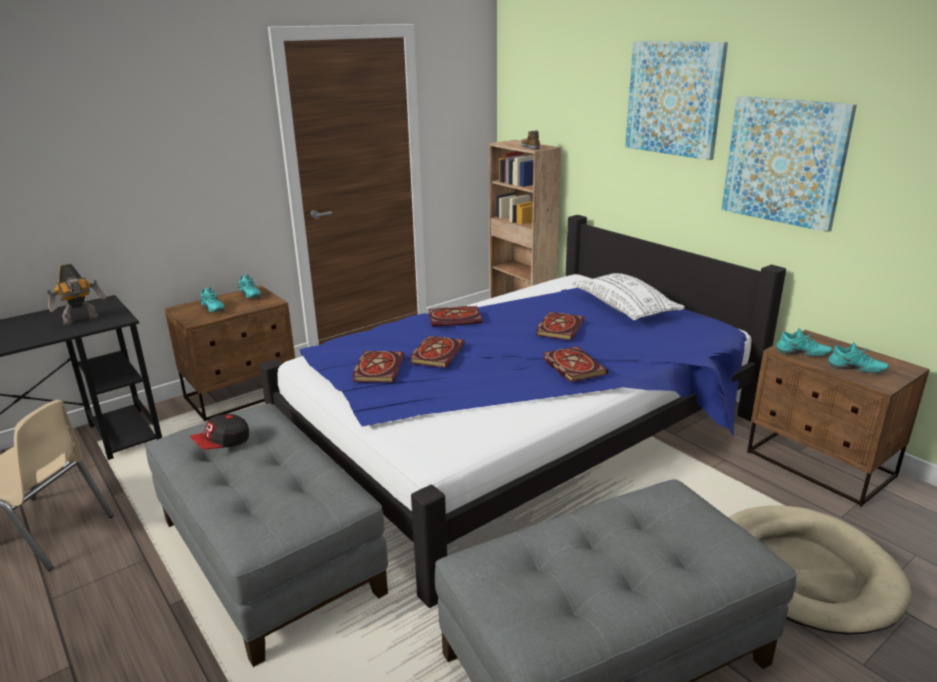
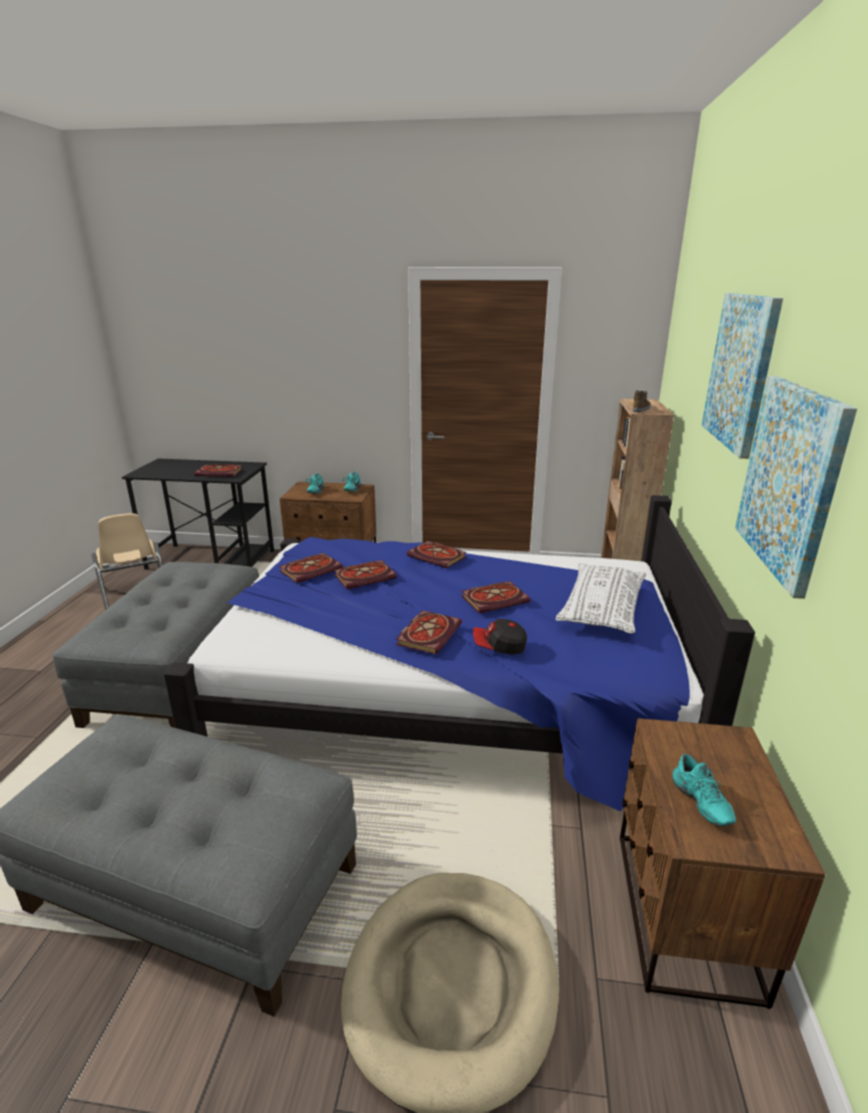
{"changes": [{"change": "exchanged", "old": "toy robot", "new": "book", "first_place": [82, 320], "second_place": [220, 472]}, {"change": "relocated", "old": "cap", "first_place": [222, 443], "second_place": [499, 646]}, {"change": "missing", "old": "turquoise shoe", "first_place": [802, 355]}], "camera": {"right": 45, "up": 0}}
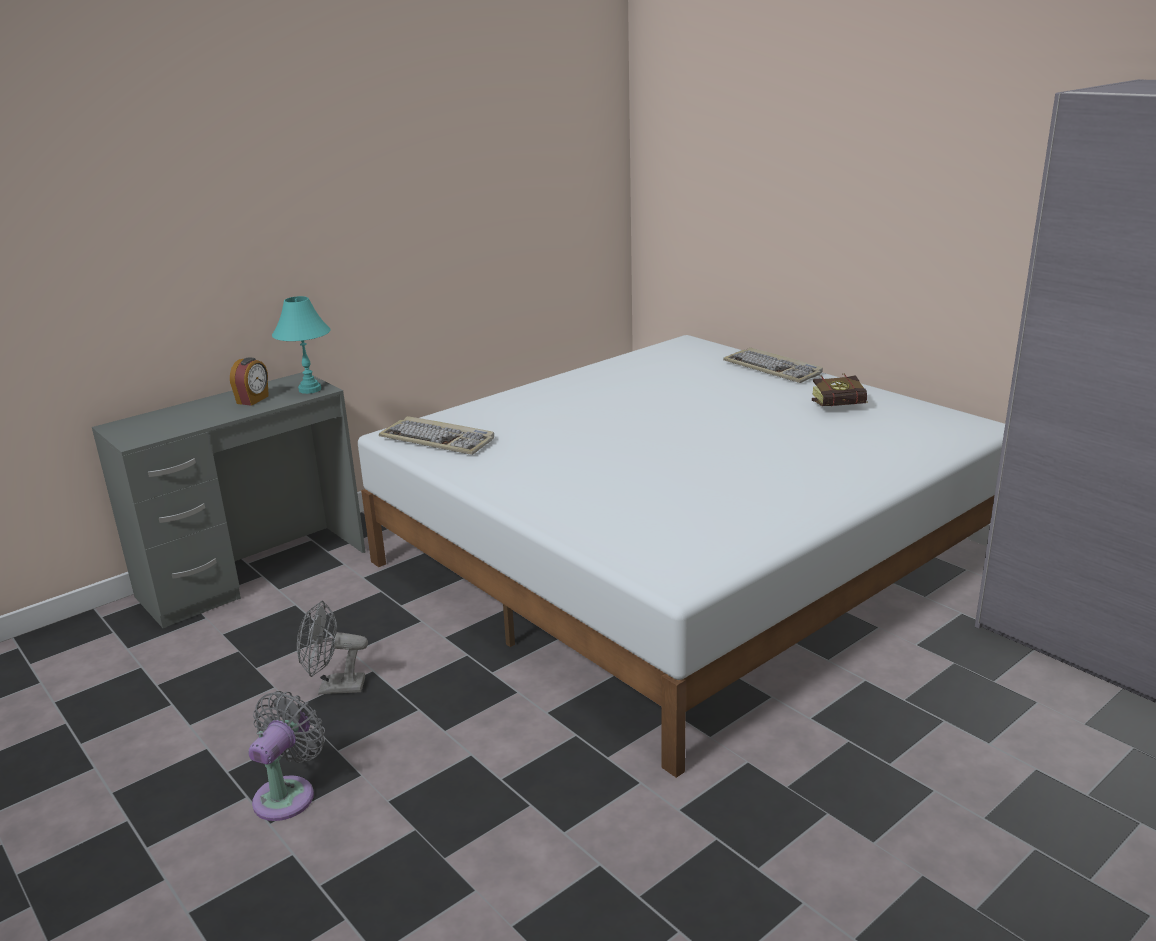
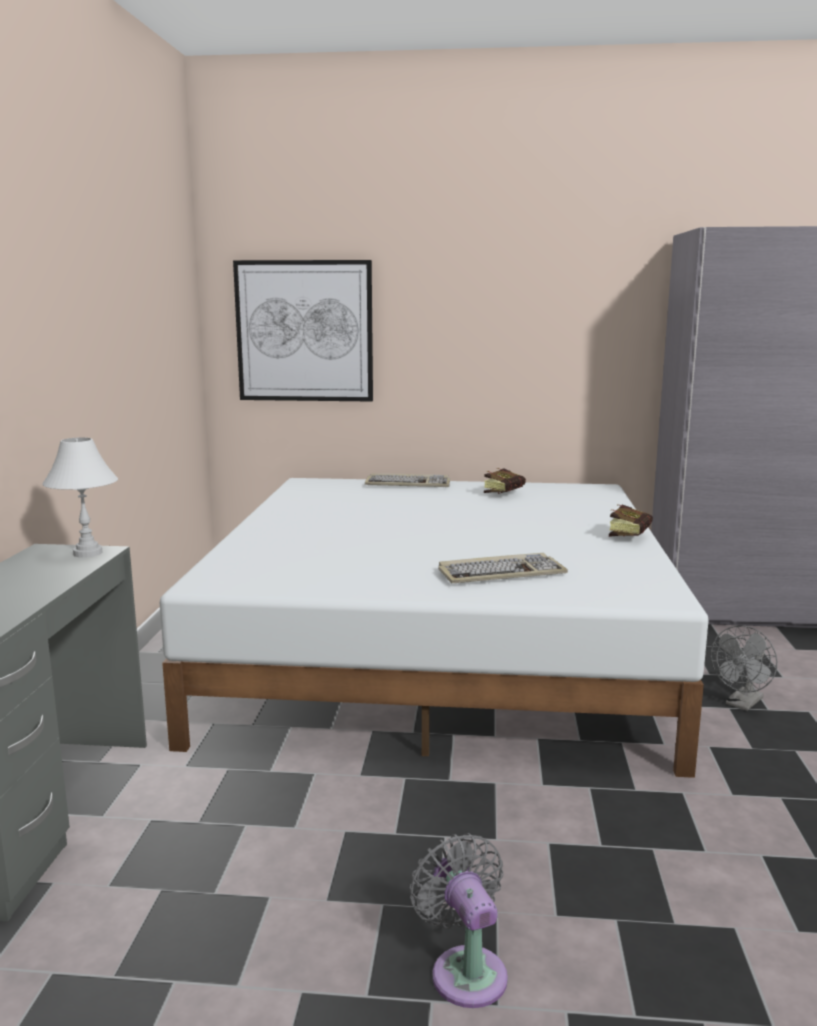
{"changes": [{"change": "colour", "old": "turquoise table lamp", "new": "white table lamp", "first_place": [309, 389], "second_place": [87, 553]}, {"change": "appeared", "new": "picture", "second_place": [304, 331]}, {"change": "relocated", "old": "keyboard", "first_place": [439, 440], "second_place": [501, 573]}, {"change": "appeared", "new": "book", "second_place": [630, 536]}, {"change": "relocated", "old": "grey fan", "first_place": [334, 687], "second_place": [742, 704]}, {"change": "missing", "old": "alarm clock", "first_place": [253, 400]}], "camera": {"right": -45, "up": -10}}
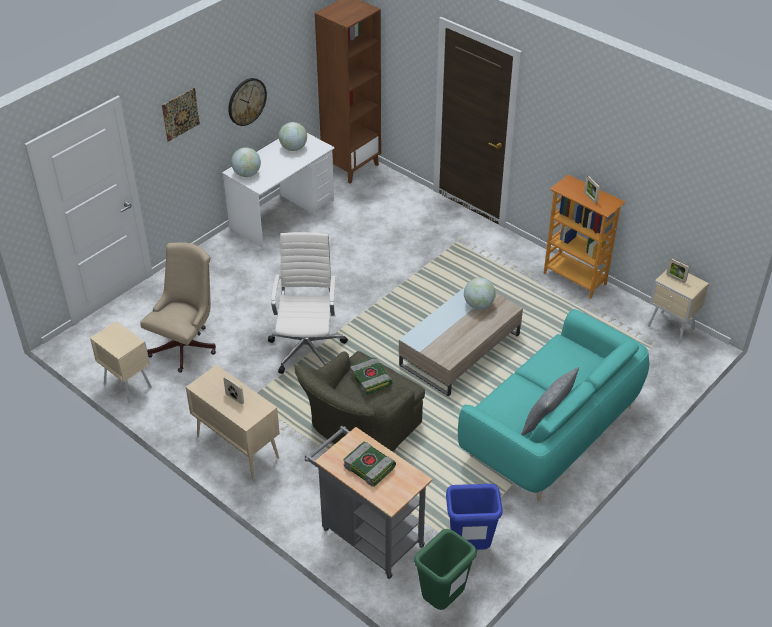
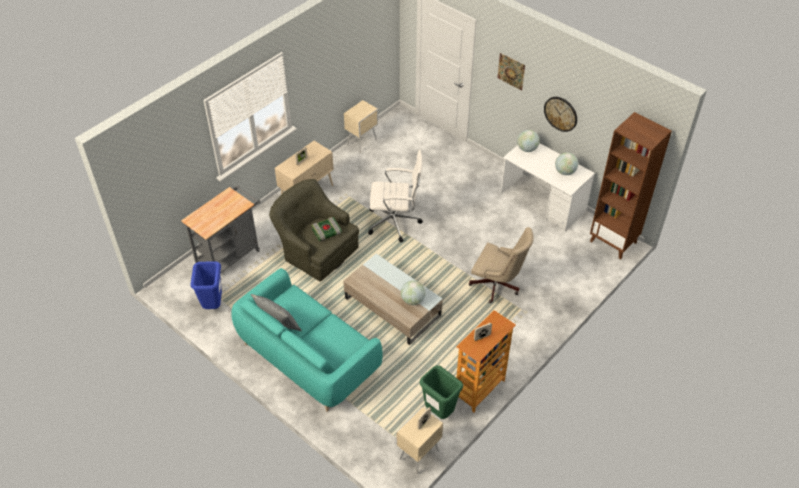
{"changes": [{"change": "relocated", "old": "green trash can", "first_place": [442, 600], "second_place": [439, 412]}, {"change": "relocated", "old": "beige office chair", "first_place": [186, 345], "second_place": [497, 286]}, {"change": "missing", "old": "book", "first_place": [370, 467]}], "camera": {"right": 90, "up": 5}}
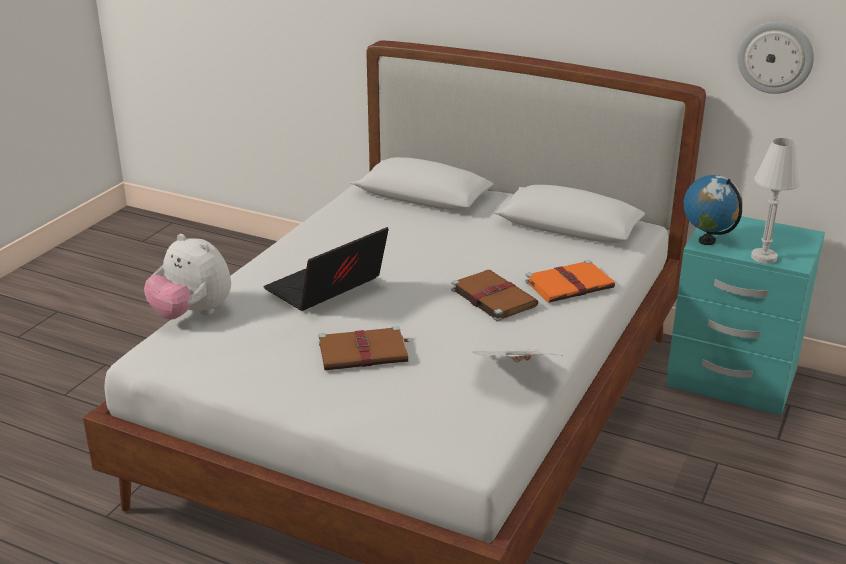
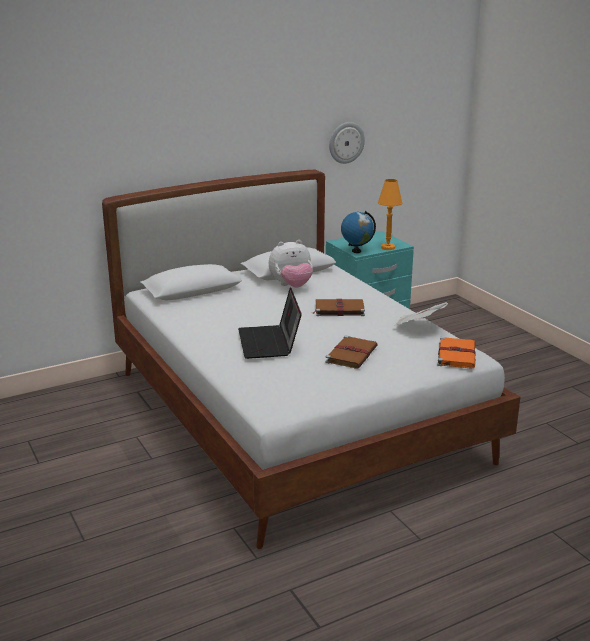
{"changes": [{"change": "relocated", "old": "plush toy", "first_place": [192, 314], "second_place": [291, 286]}, {"change": "colour", "old": "white table lamp", "new": "orange table lamp", "first_place": [763, 257], "second_place": [387, 247]}, {"change": "relocated", "old": "orange book", "first_place": [570, 285], "second_place": [456, 354]}], "camera": {"right": -55, "up": -5}}
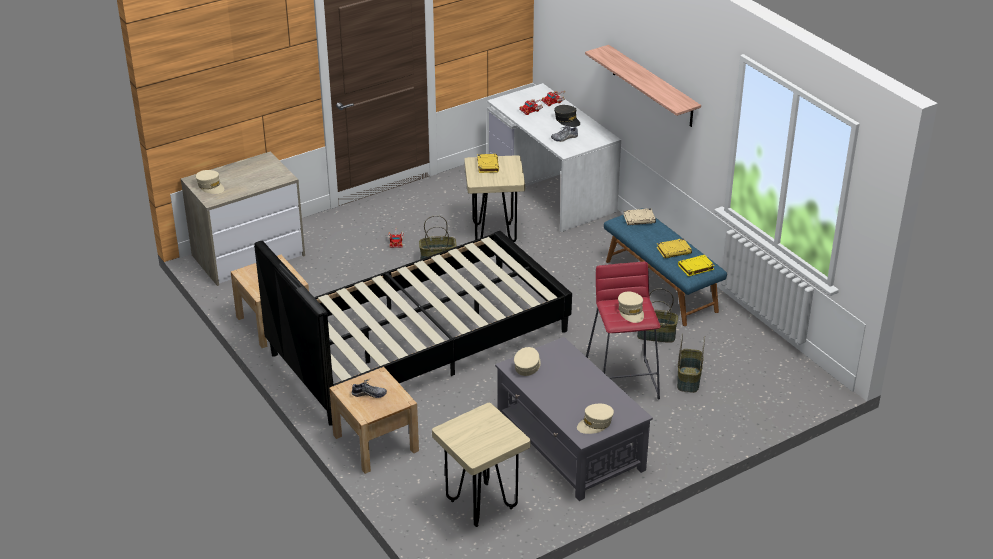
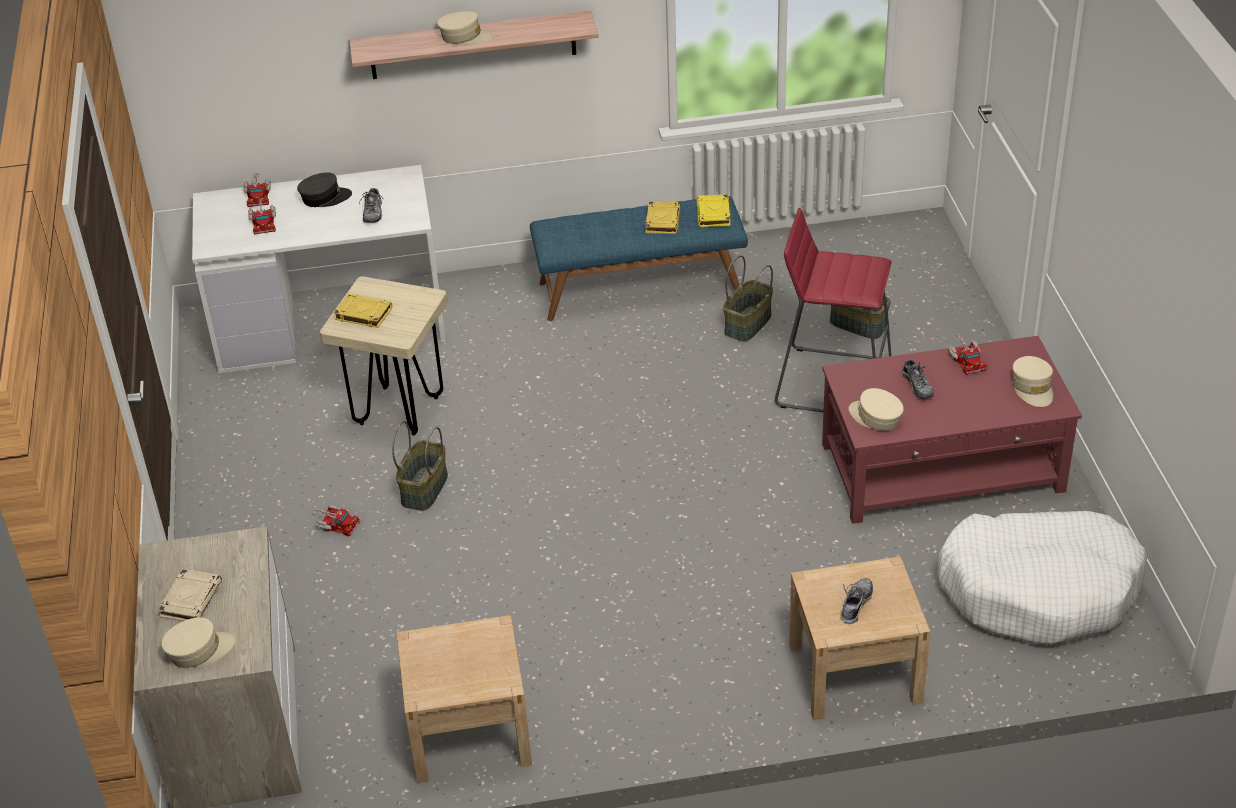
{"changes": [{"change": "relocated", "old": "beige book", "first_place": [639, 219], "second_place": [191, 599]}, {"change": "relocated", "old": "beige cap", "first_place": [631, 311], "second_place": [465, 37]}, {"change": "colour", "old": "grey coffee table", "new": "red coffee table", "first_place": [570, 443], "second_place": [943, 467]}, {"change": "appeared", "new": "shoe", "second_place": [917, 386]}, {"change": "exchanged", "old": "beige stool", "new": "white dog bed", "first_place": [481, 504], "second_place": [1039, 590]}, {"change": "appeared", "new": "toy truck", "second_place": [966, 359]}, {"change": "missing", "old": "black bed", "first_place": [419, 343]}], "camera": {"right": -65, "up": 5}}
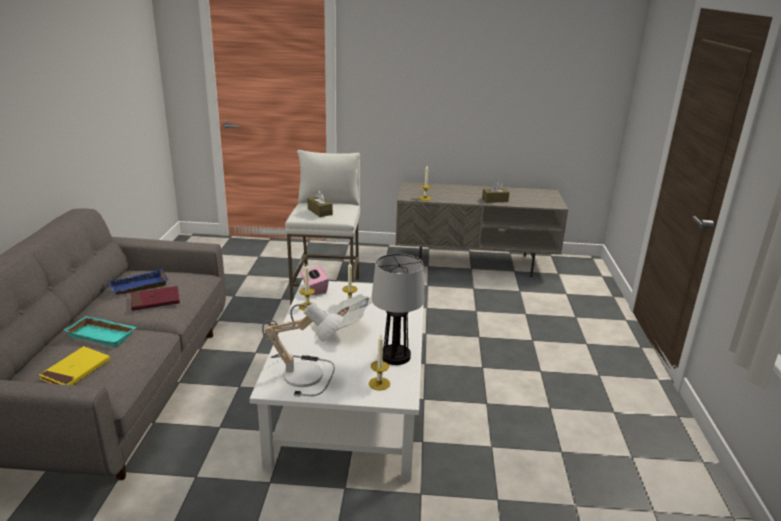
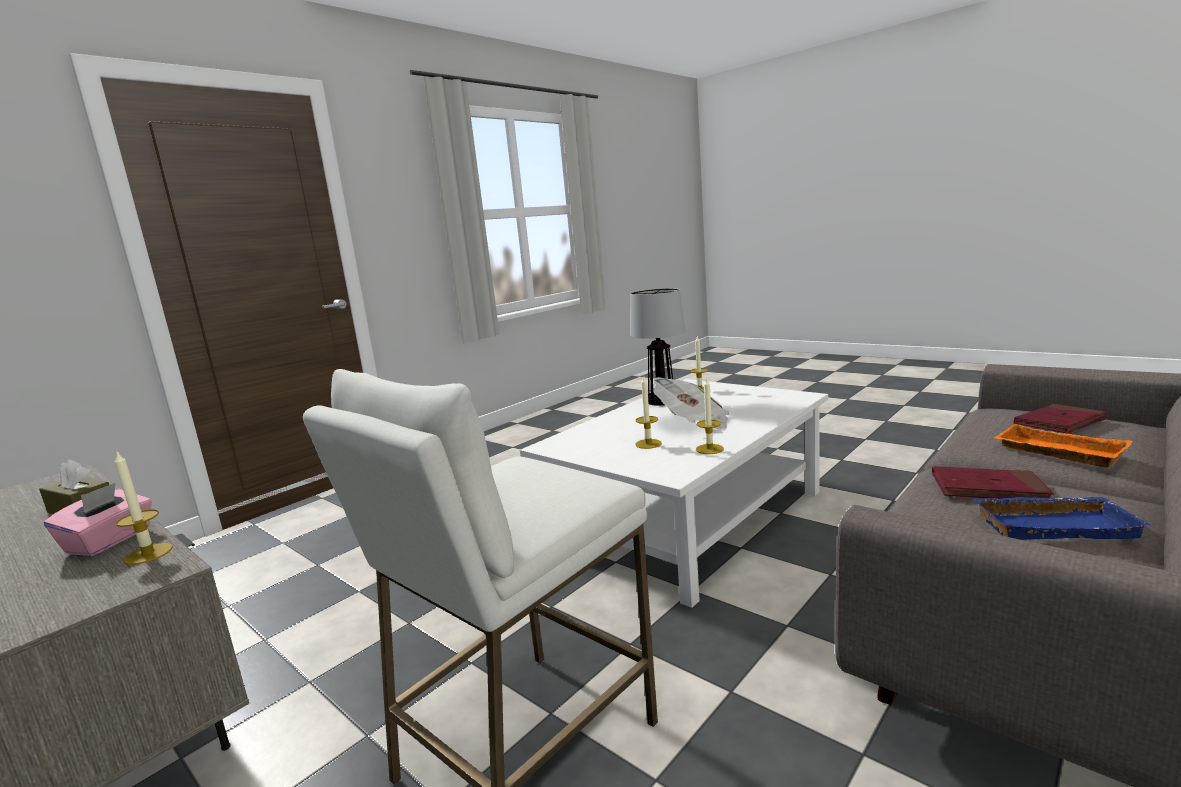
{"changes": [{"change": "relocated", "old": "pink tissue box", "first_place": [314, 289], "second_place": [110, 541]}, {"change": "colour", "old": "turquoise tray", "new": "orange tray", "first_place": [103, 335], "second_place": [1056, 452]}, {"change": "colour", "old": "yellow book", "new": "red book", "first_place": [76, 370], "second_place": [1059, 423]}, {"change": "missing", "old": "table lamp", "first_place": [307, 373]}, {"change": "missing", "old": "brown tissue box", "first_place": [320, 212]}], "camera": {"right": -140, "up": -10}}
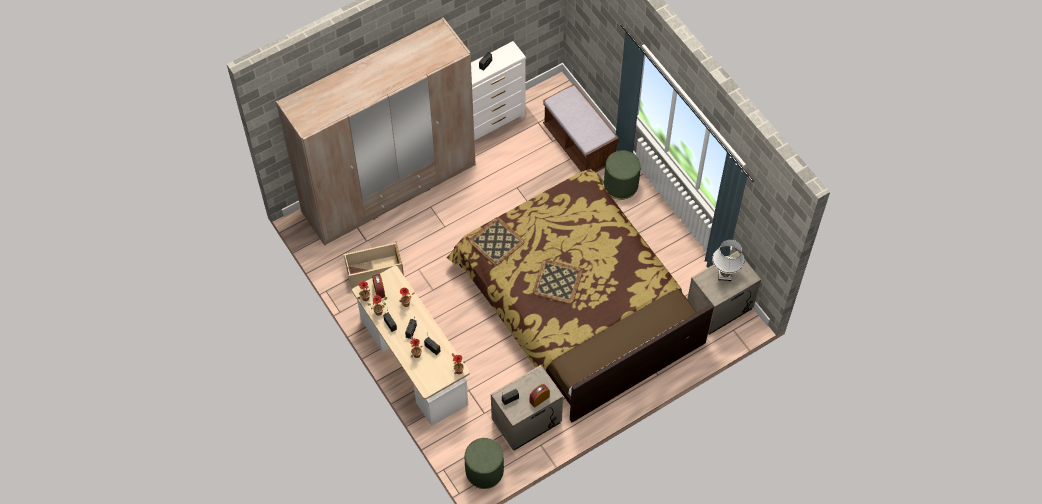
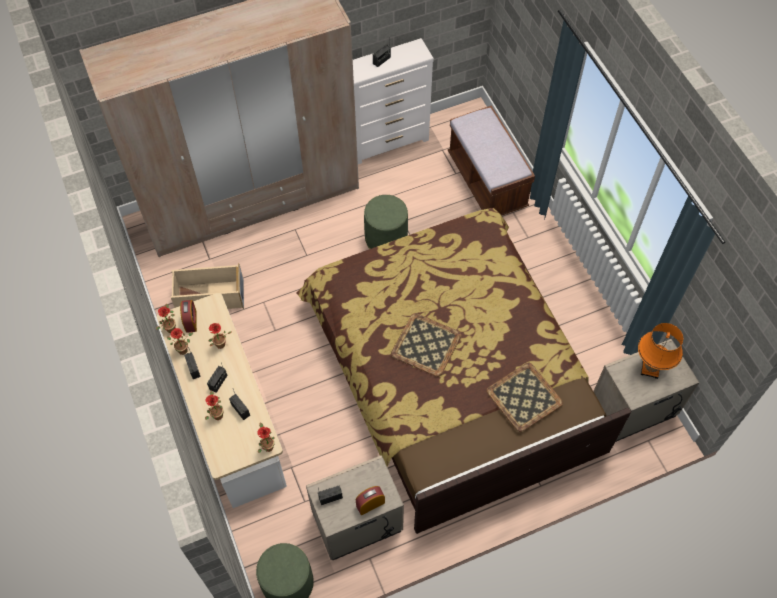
{"changes": [{"change": "relocated", "old": "green ottoman", "first_place": [621, 185], "second_place": [386, 239]}, {"change": "relocated", "old": "tray", "first_place": [496, 241], "second_place": [523, 397]}, {"change": "colour", "old": "white table lamp", "new": "orange table lamp", "first_place": [724, 275], "second_place": [650, 369]}], "camera": {"right": 10, "up": 0}}
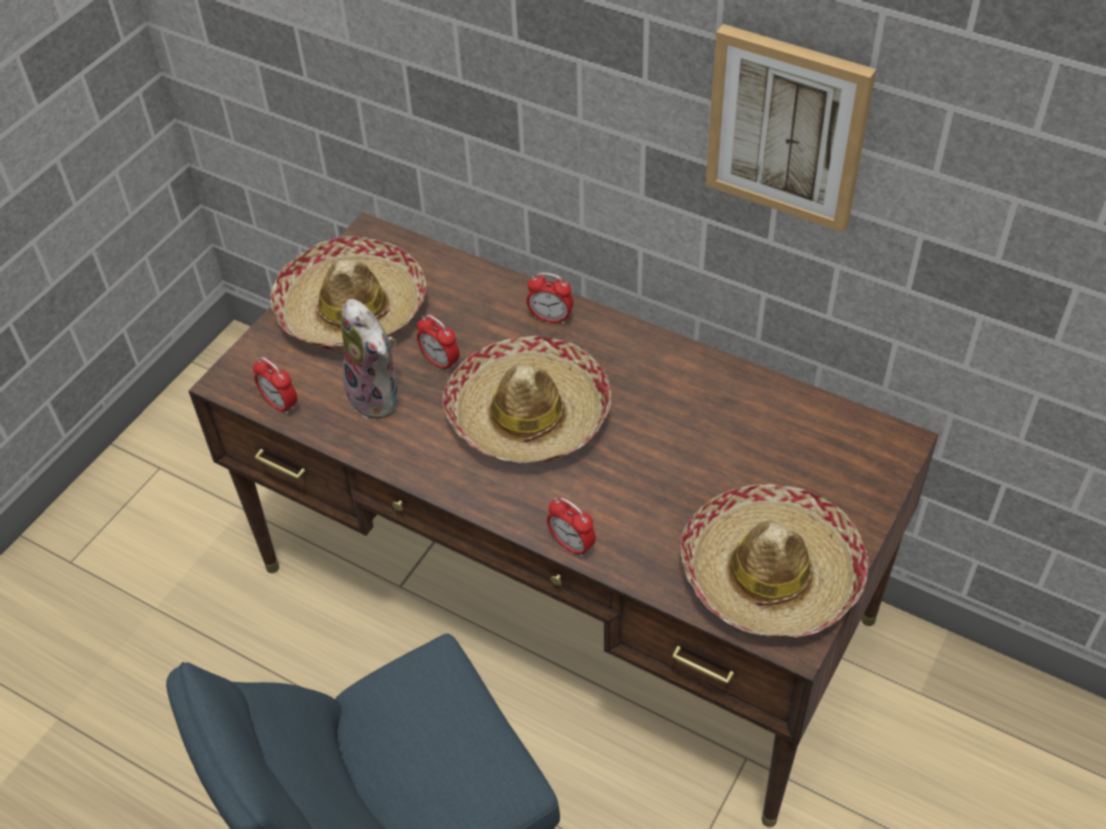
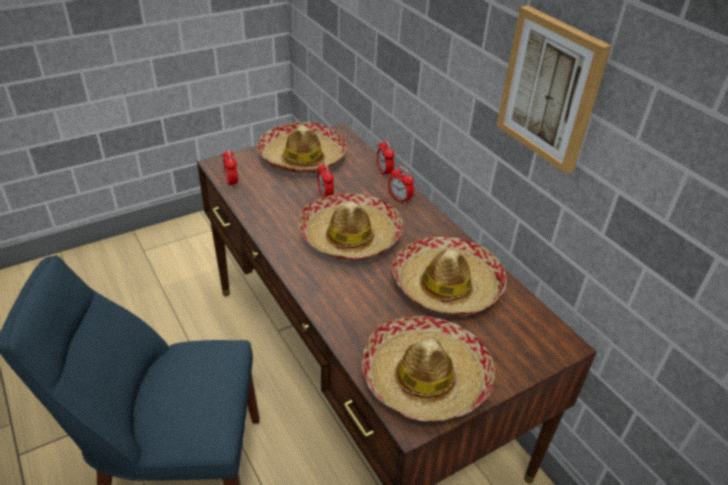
{"changes": [{"change": "relocated", "old": "alarm clock", "first_place": [571, 545], "second_place": [384, 172]}, {"change": "appeared", "new": "hat", "second_place": [446, 286]}, {"change": "missing", "old": "plush toy", "first_place": [378, 396]}], "camera": {"right": 25, "up": -10}}
